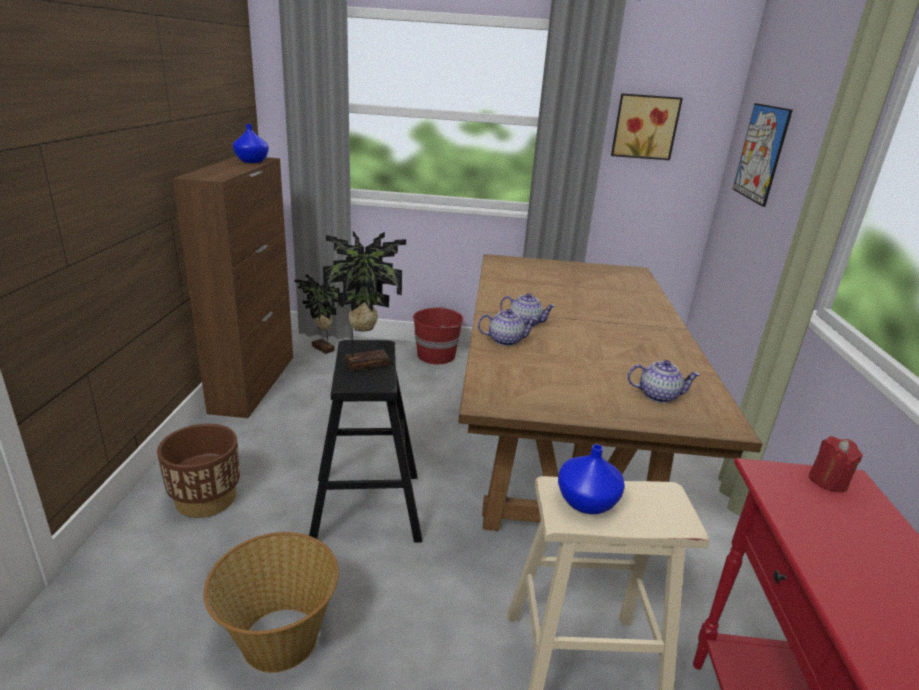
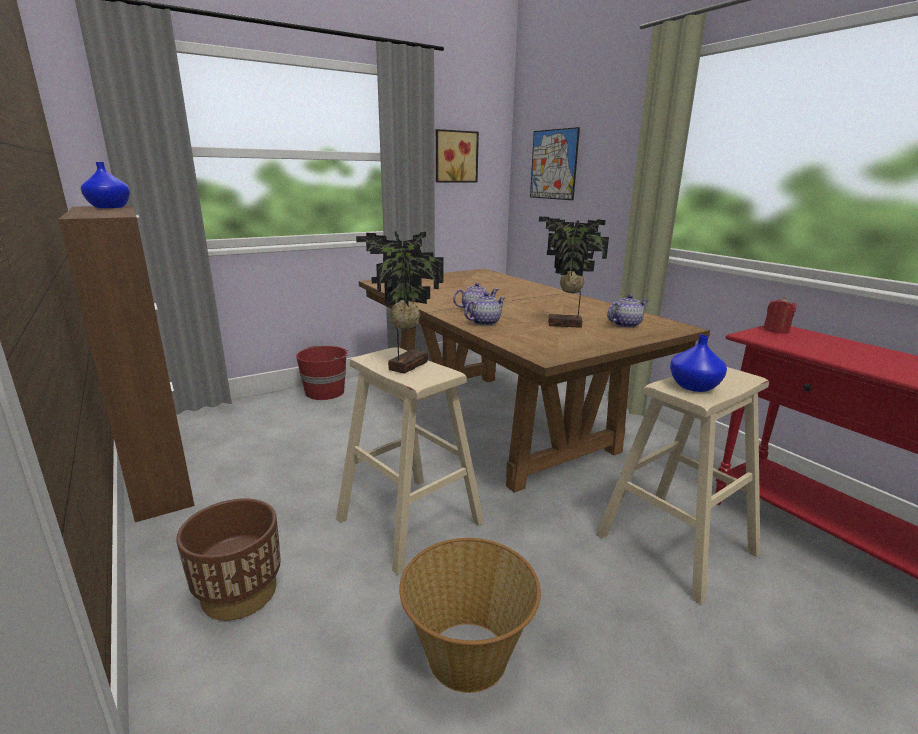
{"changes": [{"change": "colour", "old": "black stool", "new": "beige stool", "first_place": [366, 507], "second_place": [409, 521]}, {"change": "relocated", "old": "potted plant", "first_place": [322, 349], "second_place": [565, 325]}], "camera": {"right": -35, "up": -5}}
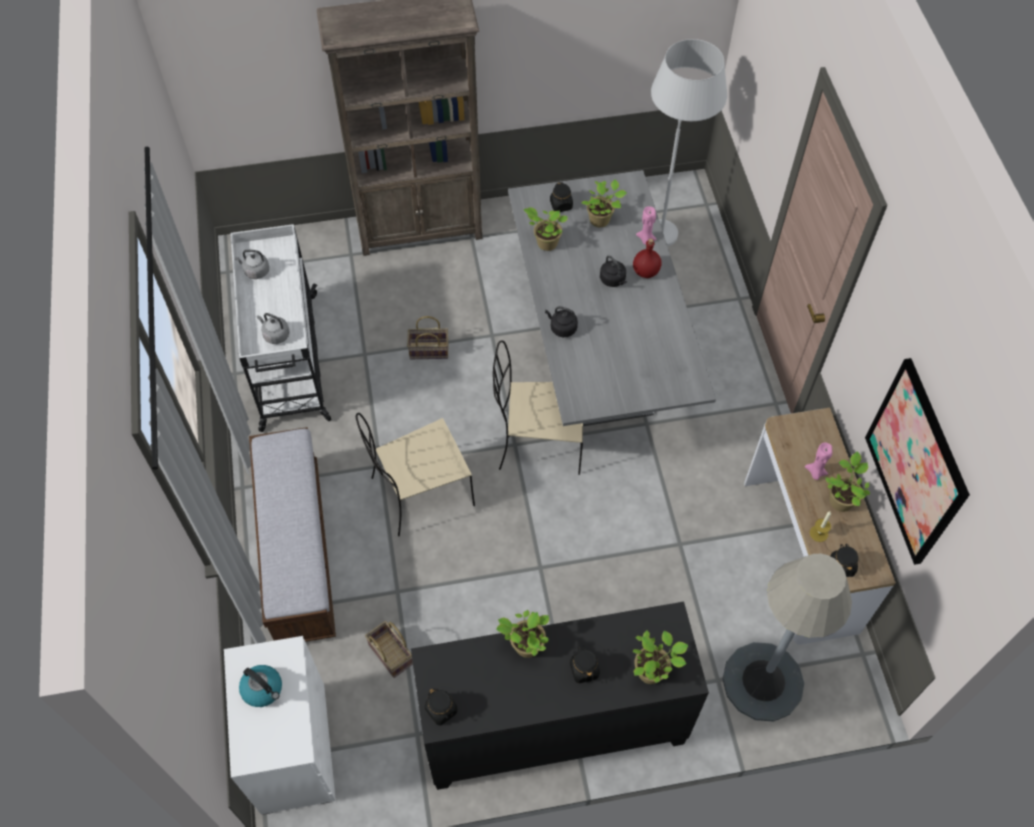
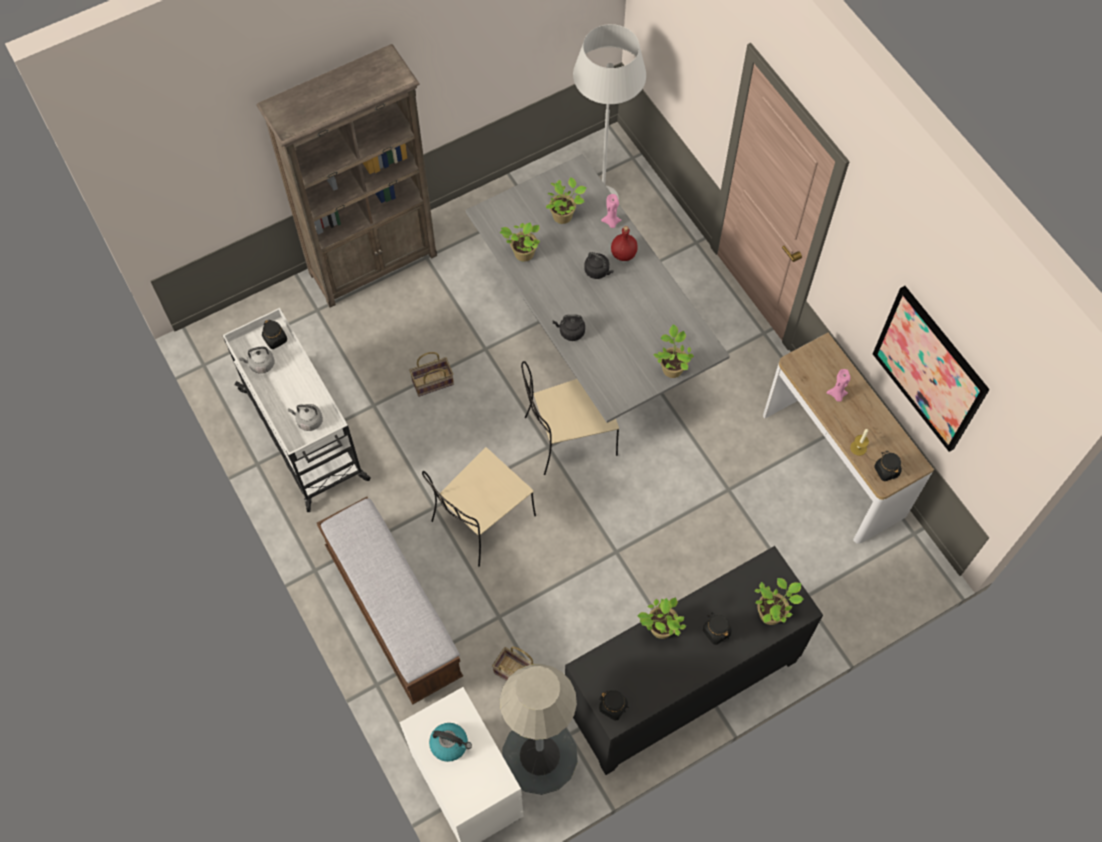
{"changes": [{"change": "relocated", "old": "black jar", "first_place": [561, 205], "second_place": [275, 339]}, {"change": "relocated", "old": "grey floor lamp", "first_place": [763, 682], "second_place": [540, 756]}, {"change": "relocated", "old": "potted plant", "first_place": [840, 500], "second_place": [672, 367]}], "camera": {"right": -20, "up": 5}}
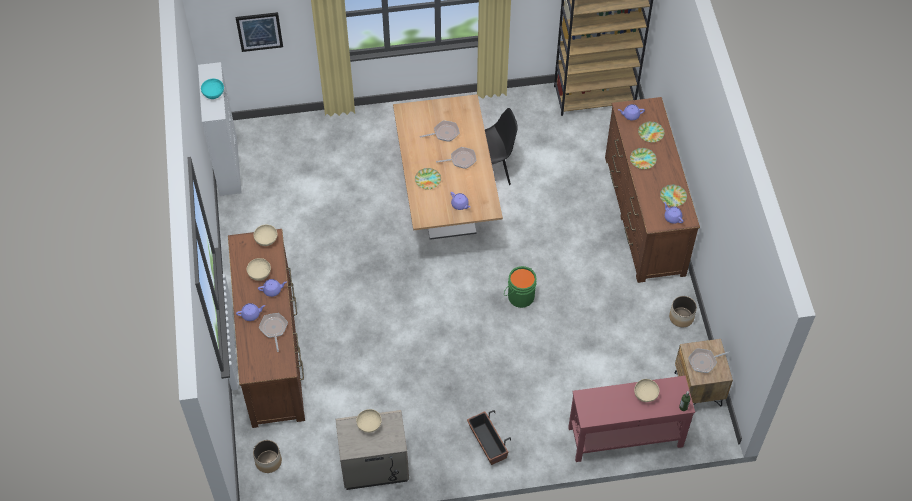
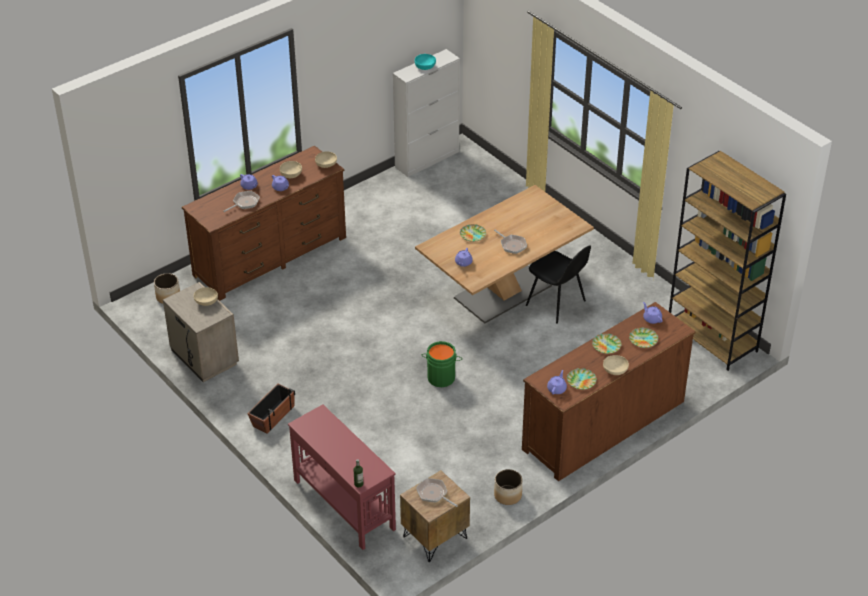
{"changes": [{"change": "relocated", "old": "beige bowl", "first_place": [645, 394], "second_place": [615, 371]}, {"change": "missing", "old": "picture", "first_place": [259, 31]}, {"change": "missing", "old": "frying pan", "first_place": [444, 133]}], "camera": {"right": 60, "up": -15}}
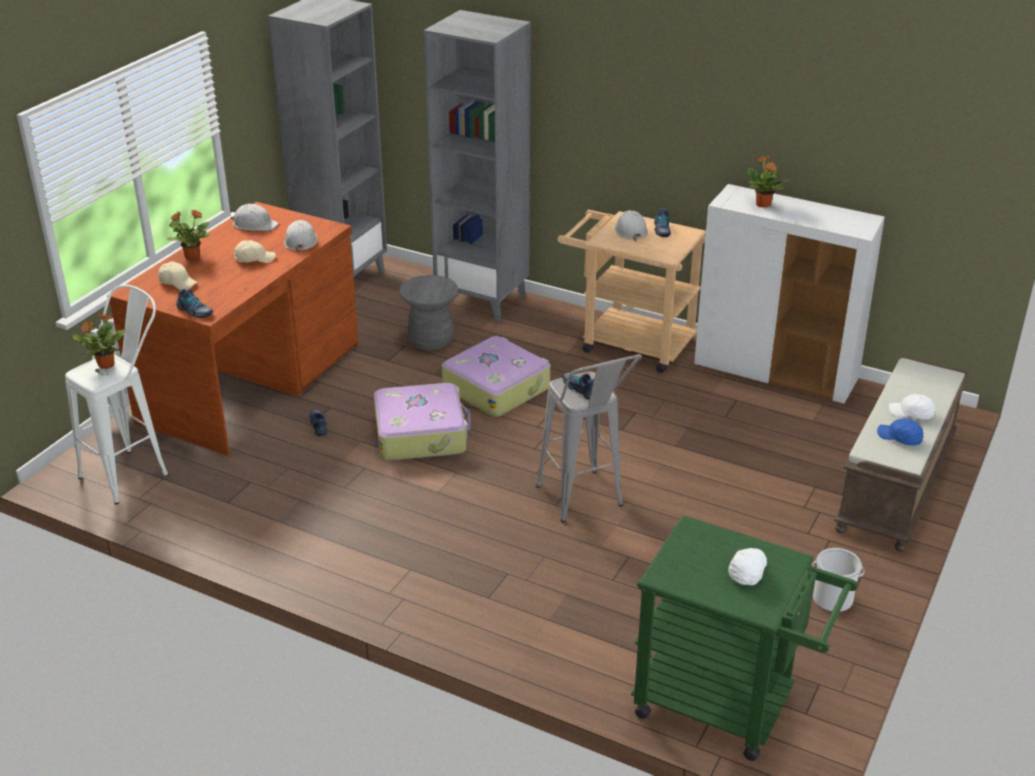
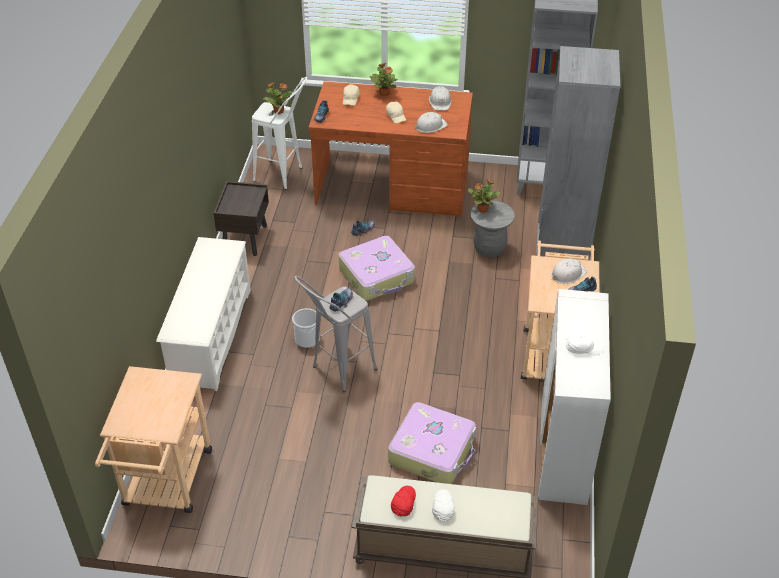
{"changes": [{"change": "colour", "old": "green cart", "new": "beige cart", "first_place": [727, 706], "second_place": [165, 484]}, {"change": "appeared", "new": "white shoe rack", "second_place": [211, 336]}, {"change": "appeared", "new": "brown nightstand", "second_place": [245, 238]}, {"change": "relocated", "old": "bucket", "first_place": [832, 599], "second_place": [307, 339]}, {"change": "relocated", "old": "suitcase", "first_place": [496, 387], "second_place": [433, 451]}, {"change": "colour", "old": "blue cap", "new": "red cap", "first_place": [899, 438], "second_place": [403, 503]}, {"change": "relocated", "old": "potted plant", "first_place": [763, 205], "second_place": [482, 209]}, {"change": "relocated", "old": "white cap", "first_place": [747, 571], "second_place": [582, 348]}], "camera": {"right": 70, "up": 10}}
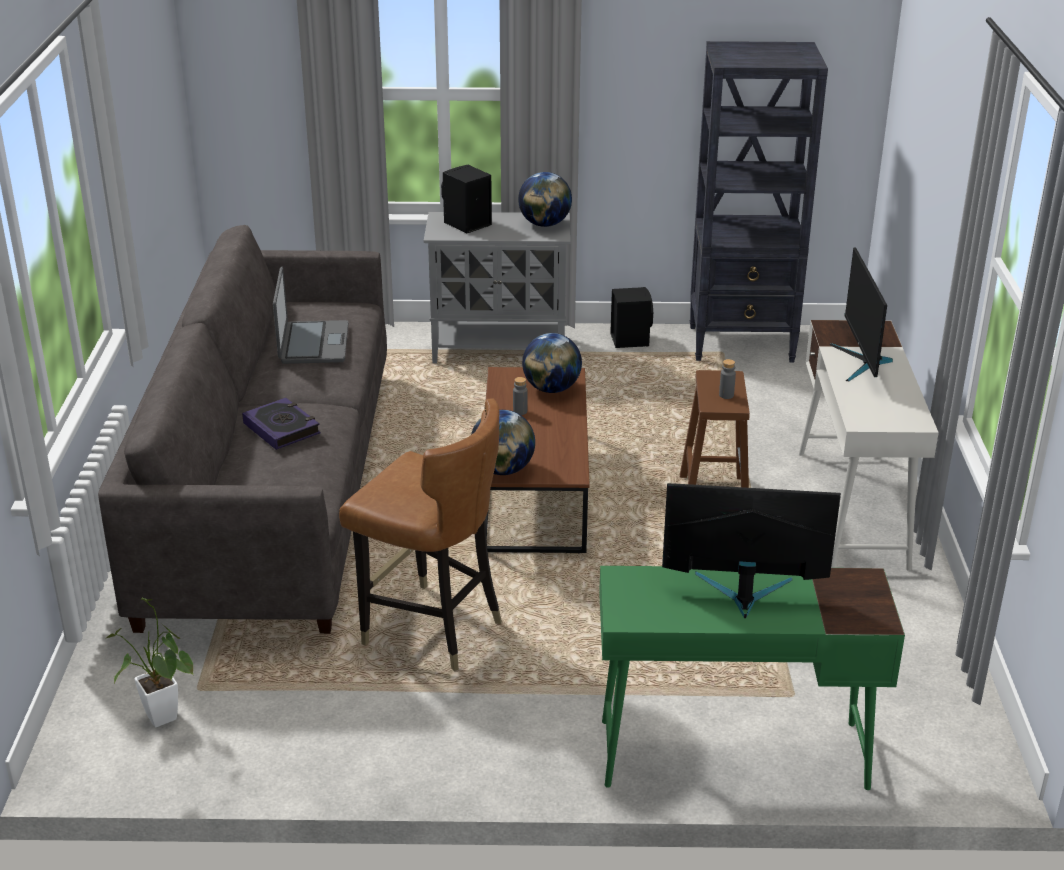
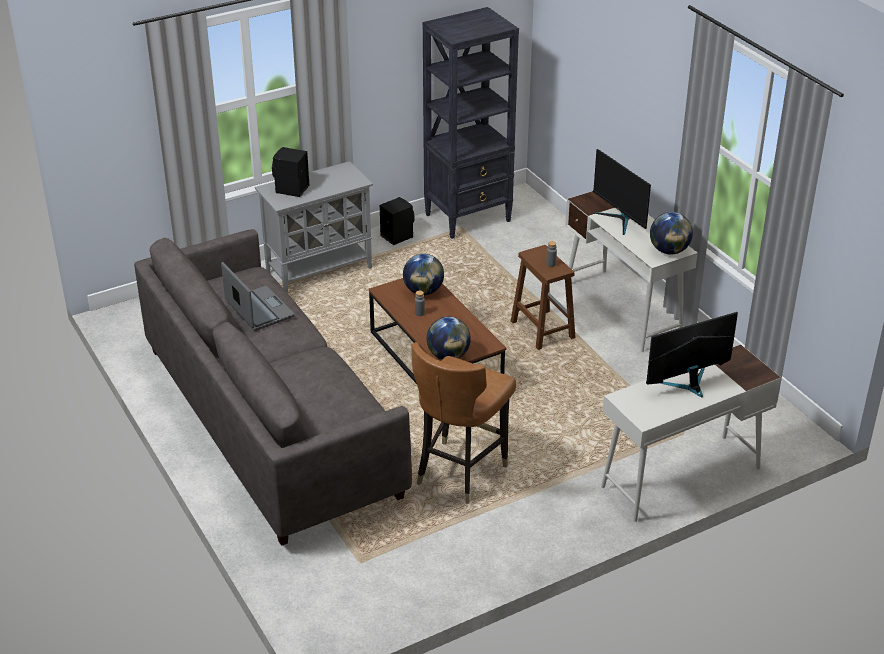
{"changes": [{"change": "spun", "old": "brown chair", "first_place": [431, 629], "second_place": [459, 472], "degrees": 120}, {"change": "colour", "old": "green desk", "new": "white desk", "first_place": [731, 754], "second_place": [680, 478]}, {"change": "relocated", "old": "globe", "first_place": [544, 224], "second_place": [669, 251]}, {"change": "missing", "old": "potted plant", "first_place": [164, 722]}, {"change": "missing", "old": "book", "first_place": [282, 428]}], "camera": {"right": -30, "up": 5}}
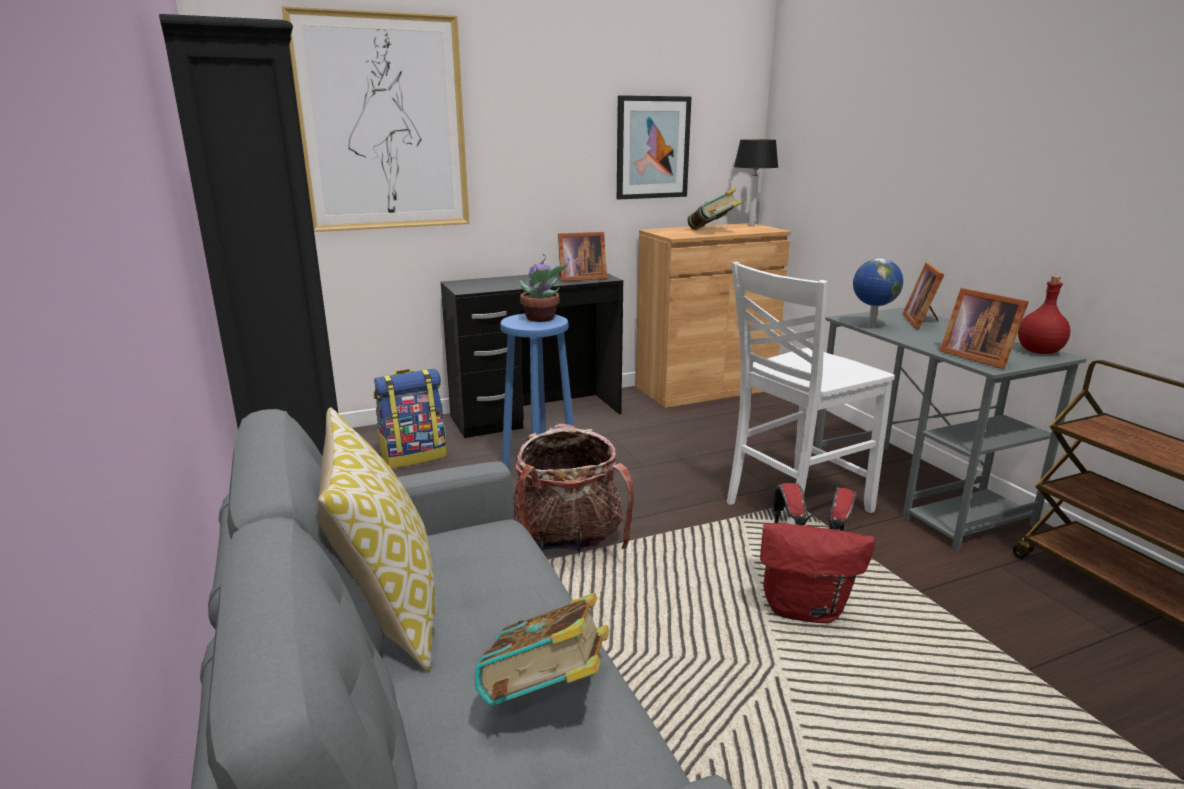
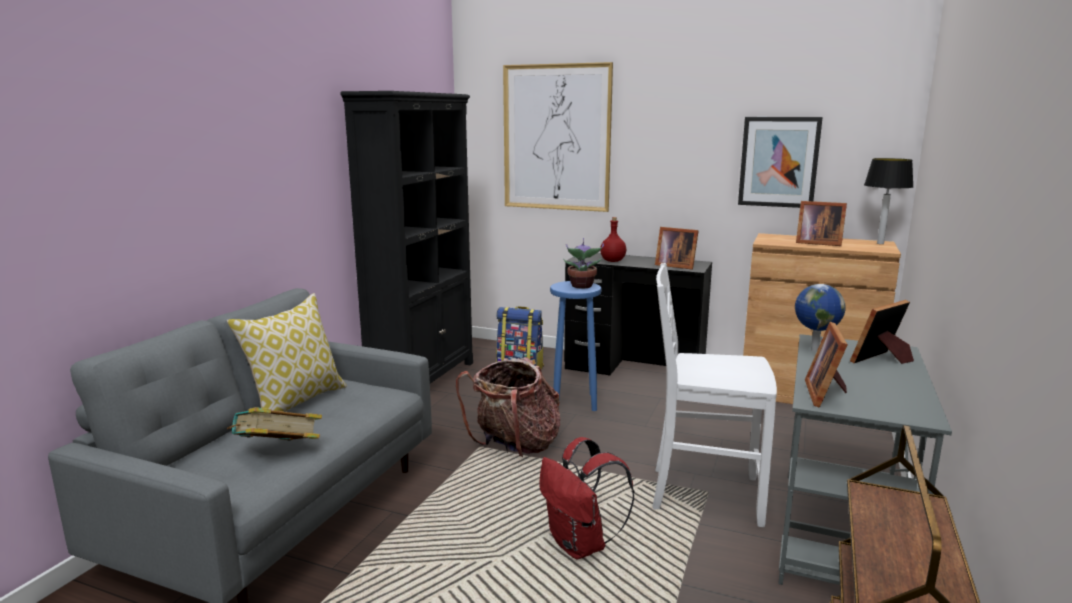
{"changes": [{"change": "relocated", "old": "red bottle", "first_place": [1039, 351], "second_place": [613, 261]}, {"change": "exchanged", "old": "book", "new": "picture frame", "first_place": [713, 231], "second_place": [816, 243]}], "camera": {"right": 45, "up": -5}}
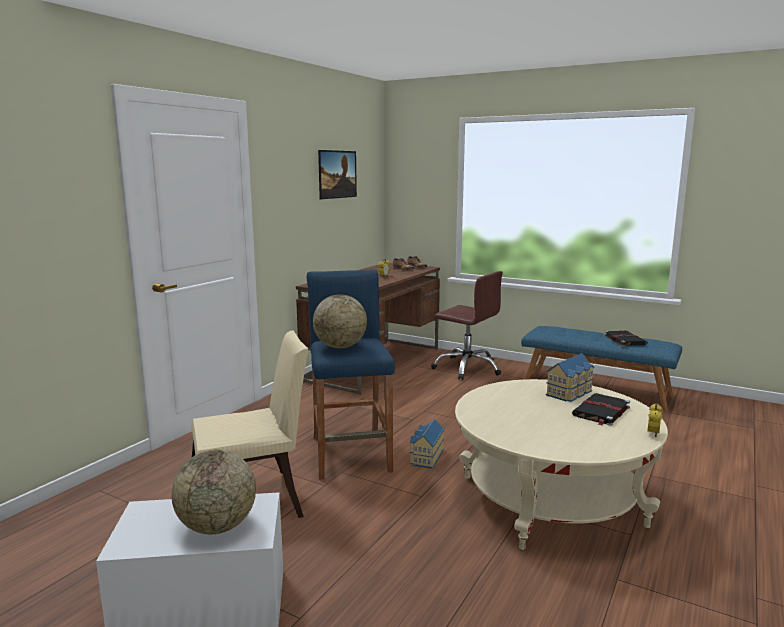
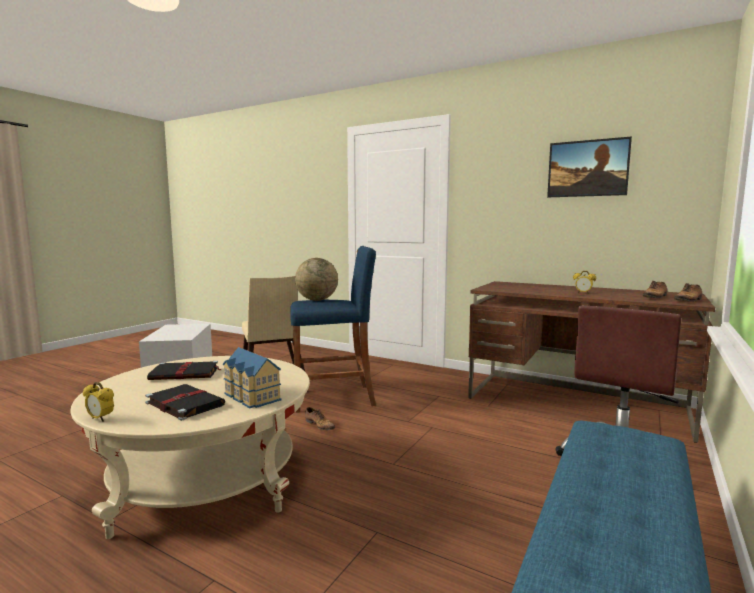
{"changes": [{"change": "relocated", "old": "black book", "first_place": [624, 340], "second_place": [186, 373]}, {"change": "exchanged", "old": "toy house", "new": "shoe", "first_place": [425, 457], "second_place": [319, 425]}, {"change": "missing", "old": "globe", "first_place": [217, 526]}], "camera": {"right": 90, "up": -5}}
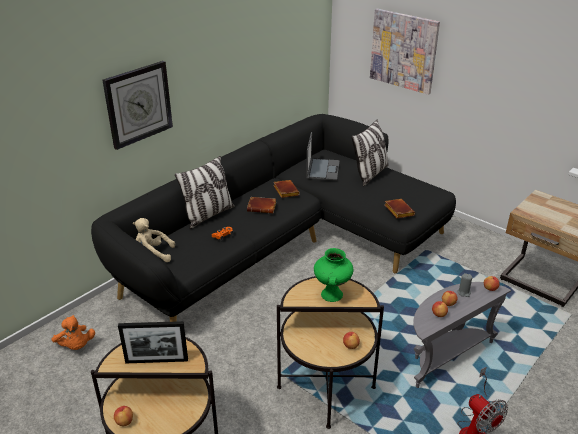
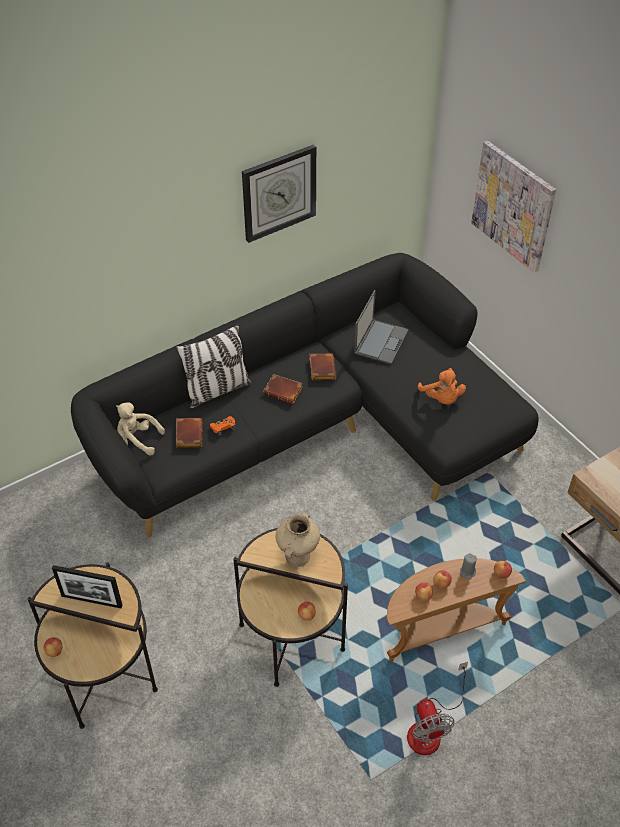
{"changes": [{"change": "relocated", "old": "brown book", "first_place": [397, 210], "second_place": [188, 434]}, {"change": "relocated", "old": "wall clock", "first_place": [138, 104], "second_place": [279, 193]}, {"change": "colour", "old": "green vase", "new": "beige vase", "first_place": [332, 295], "second_place": [298, 557]}, {"change": "colour", "old": "grey side table", "new": "brown side table", "first_place": [446, 356], "second_place": [442, 629]}, {"change": "relocated", "old": "orange plush toy", "first_place": [76, 346], "second_place": [441, 399]}, {"change": "missing", "old": "pillow", "first_place": [370, 174]}], "camera": {"right": 15, "up": 15}}
